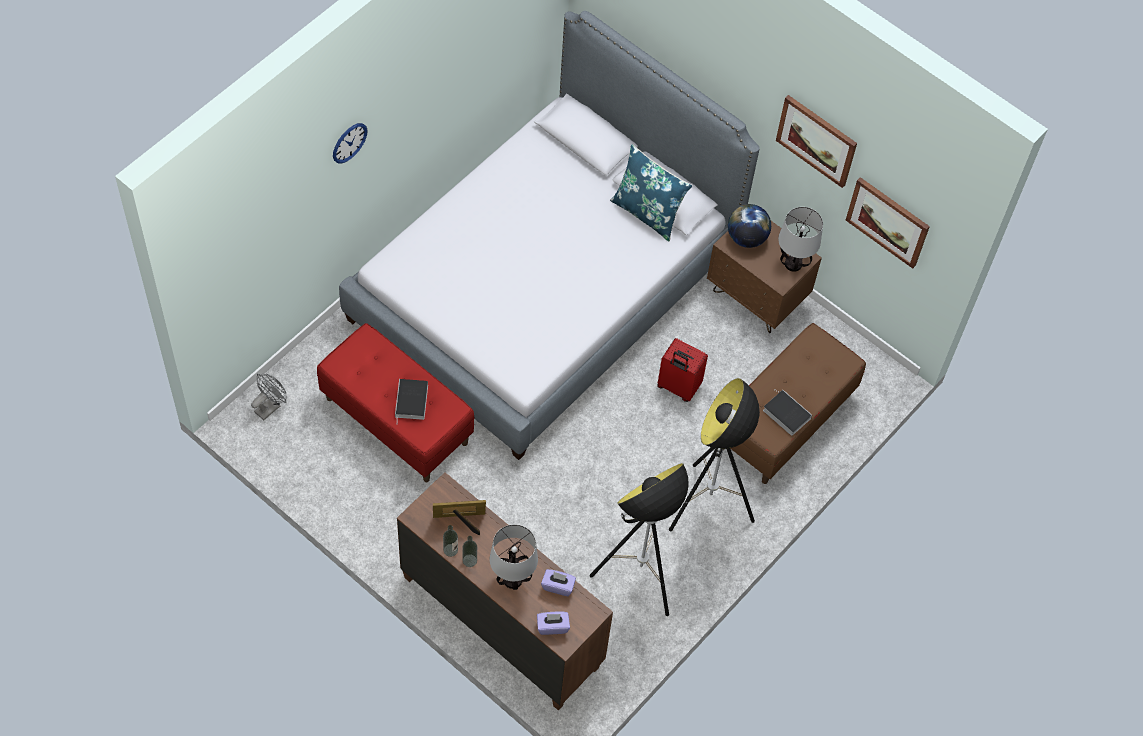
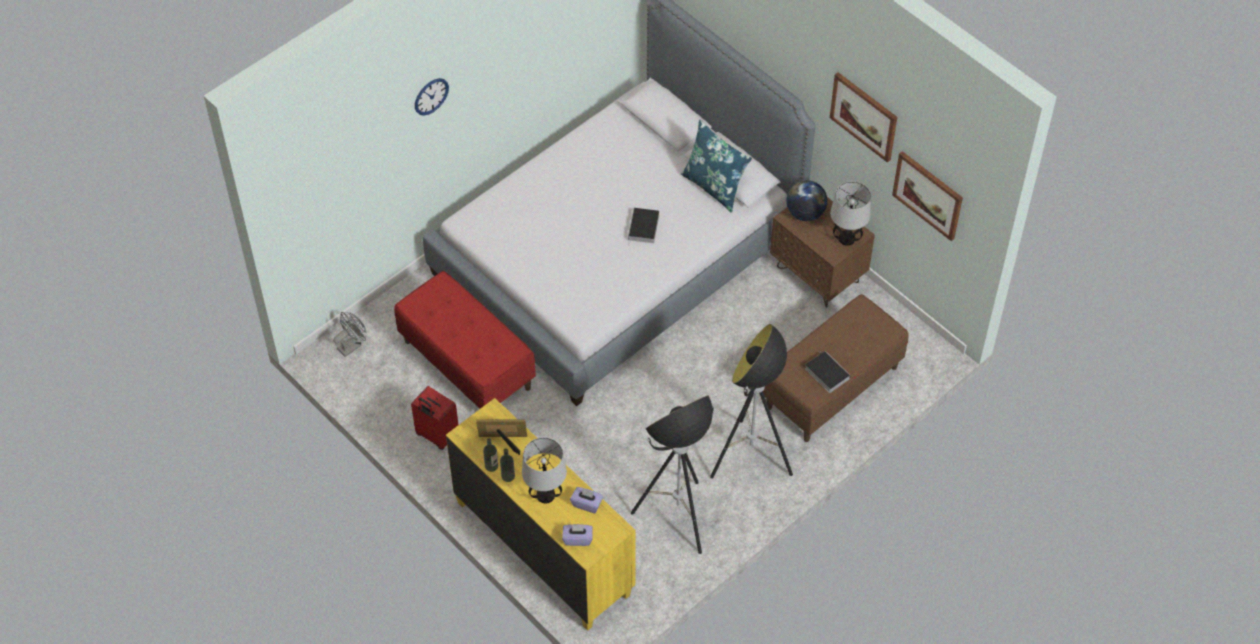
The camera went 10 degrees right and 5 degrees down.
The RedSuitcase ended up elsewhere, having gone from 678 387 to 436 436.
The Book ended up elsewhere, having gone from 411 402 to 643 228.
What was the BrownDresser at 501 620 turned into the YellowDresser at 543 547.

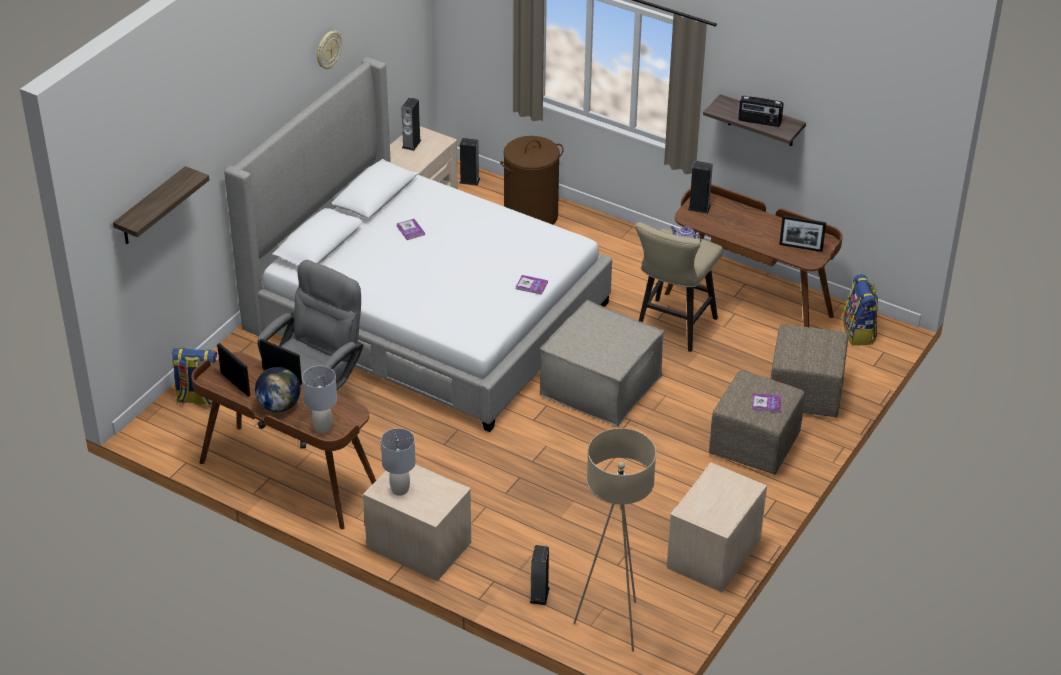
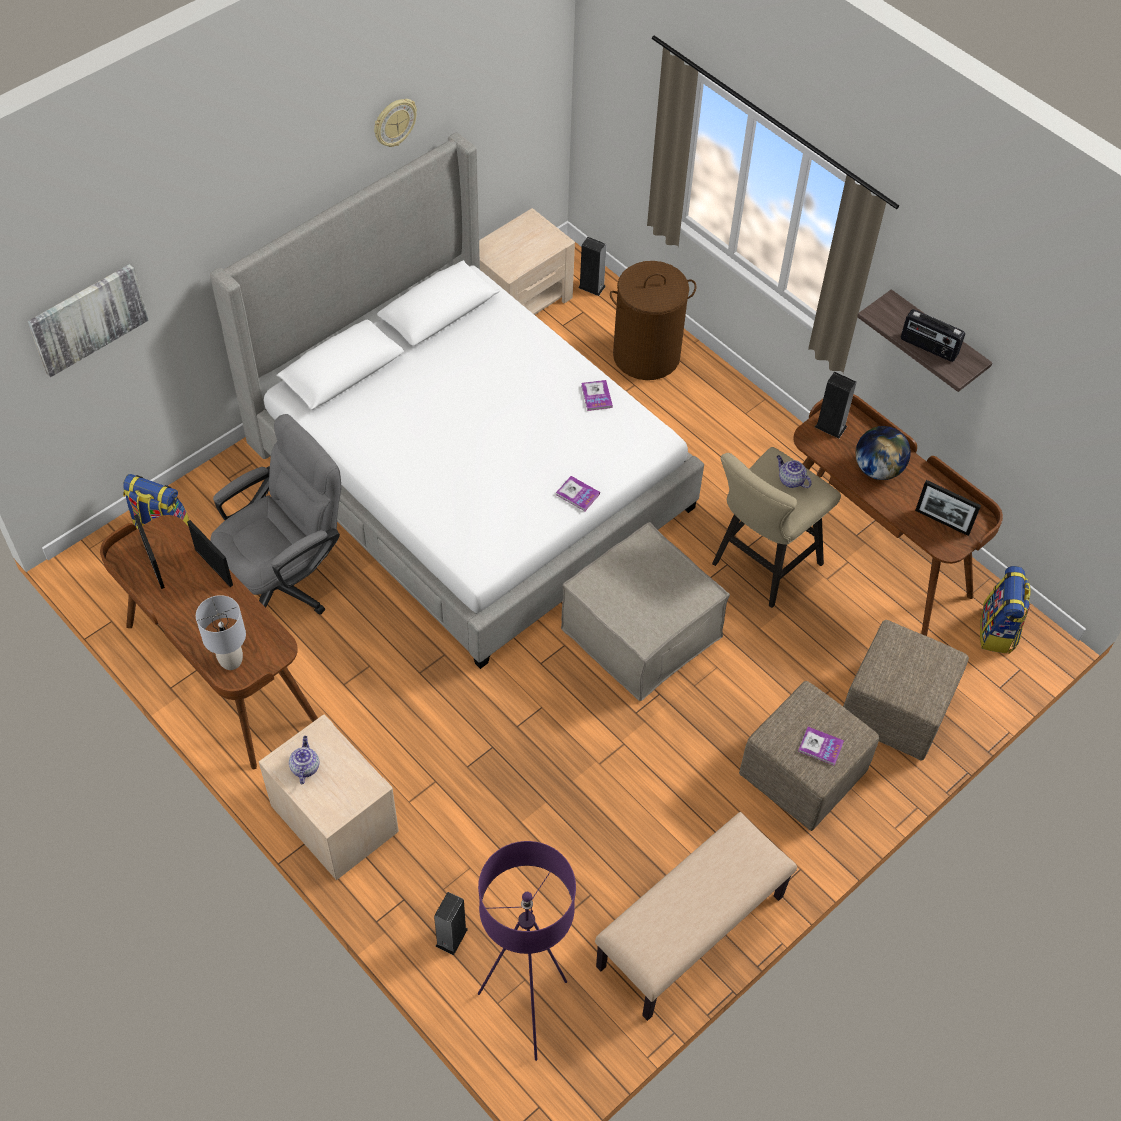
The camera went 15 degrees right and 15 degrees up.
The second view lost the Speaker at 411 144.
Where the Shelf hung at 151 207, the Picture came to hang at 88 318.
The Book ended up elsewhere, having gone from 410 230 to 596 396.
The Globe ended up elsewhere, having gone from 279 406 to 877 469.
Where the GreyTableLamp stood at 399 489, the Teapot came to stand at 305 767.
What was the BeigeFloorLamp at 612 625 turned into the PurpleFloorLamp at 525 1010.
Where the BeigeNightstand stood at 713 554, the BeigeBench came to stand at 691 933.

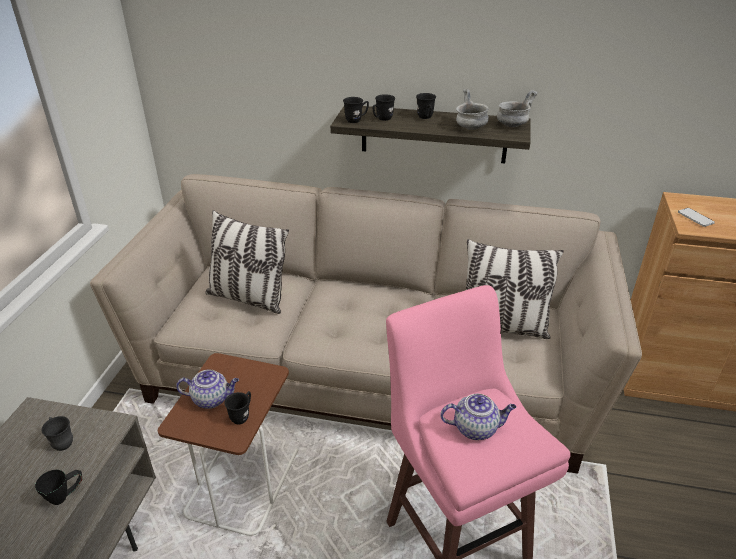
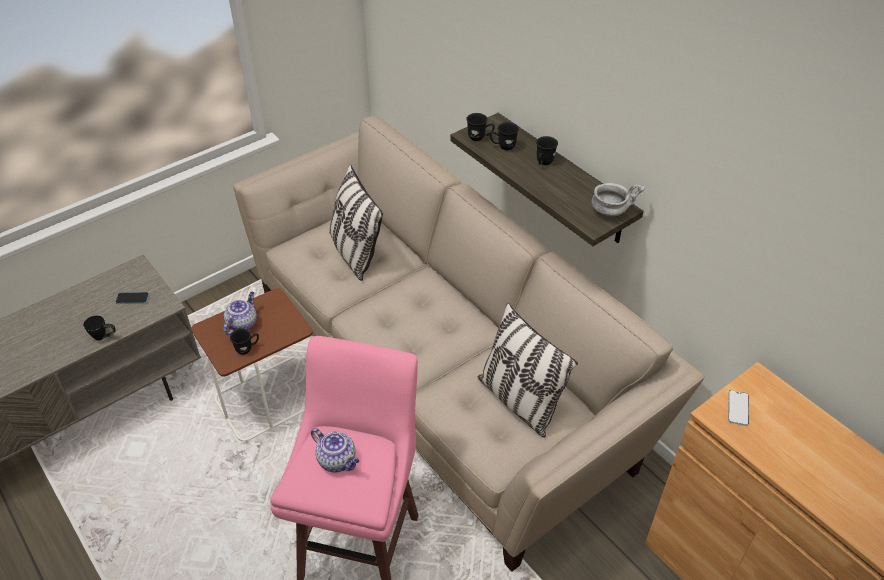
The camera went 40 degrees right and 10 degrees up.
The second view lost the GreyBowl at 470 127.
The Teapot at 212 399 ended up facing another way, 105 degrees counterclockwise from before.
Where the GreyMug stood at 61 441, the Phone came to stand at 132 299.

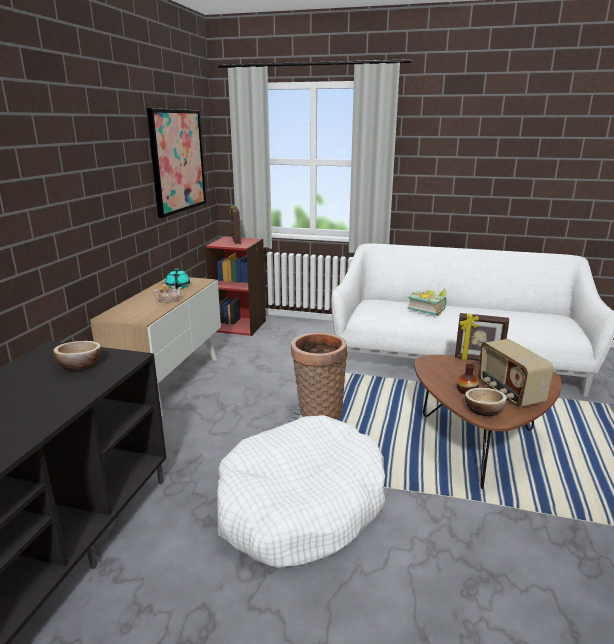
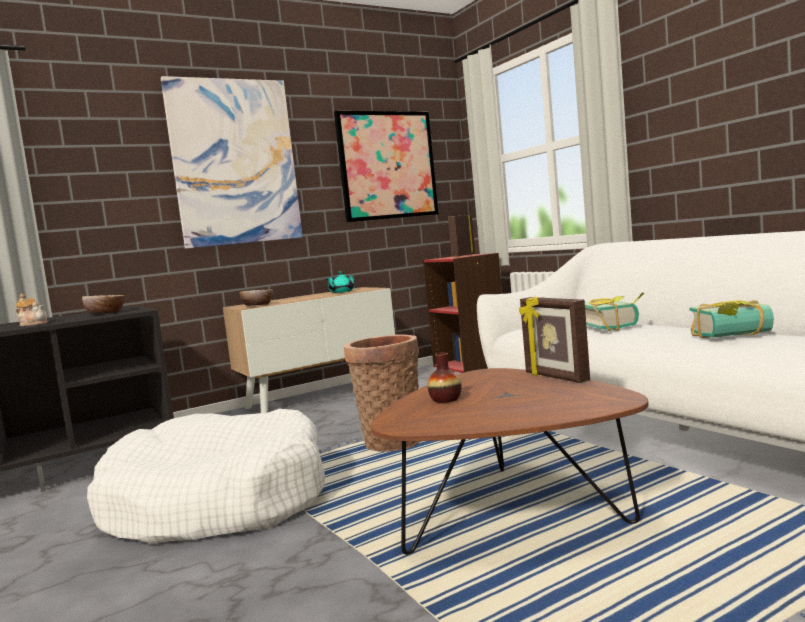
The camera went 45 degrees right and 15 degrees down.
The Teapot ended up elsewhere, having gone from 168 300 to 34 324.
The second view lost the Radio at 508 393.
The Bowl ended up elsewhere, having gone from 483 411 to 257 305.
The second view gained the Picture at 234 162.
The second view gained the Book at 735 336.

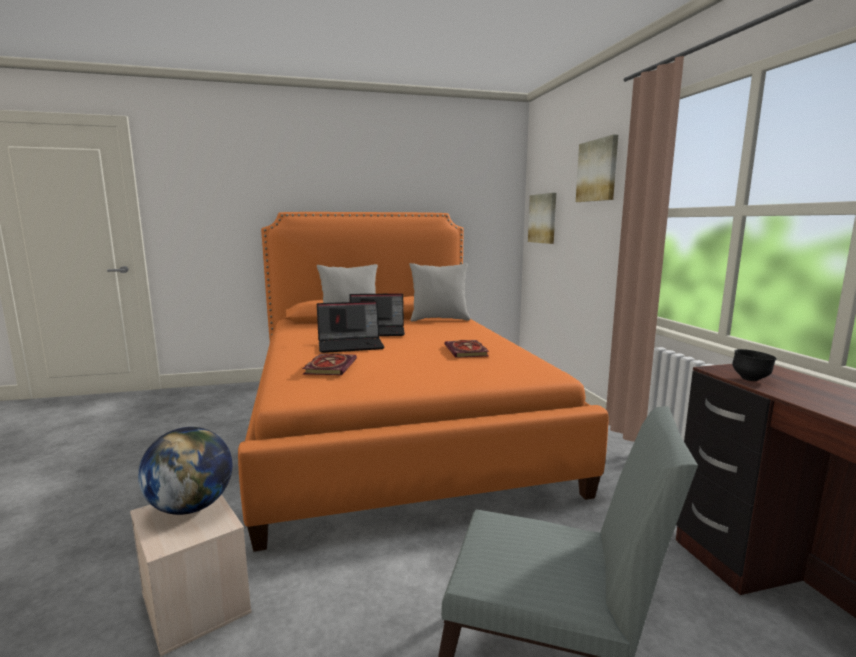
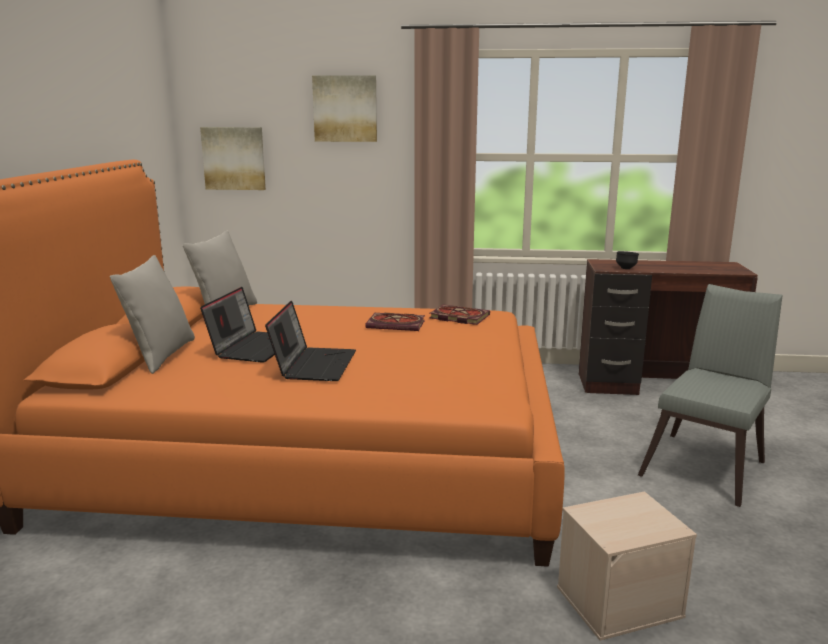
The camera went 70 degrees left and 5 degrees up.
The Book ended up elsewhere, having gone from 330 366 to 457 317.
The second view lost the Globe at 191 507.

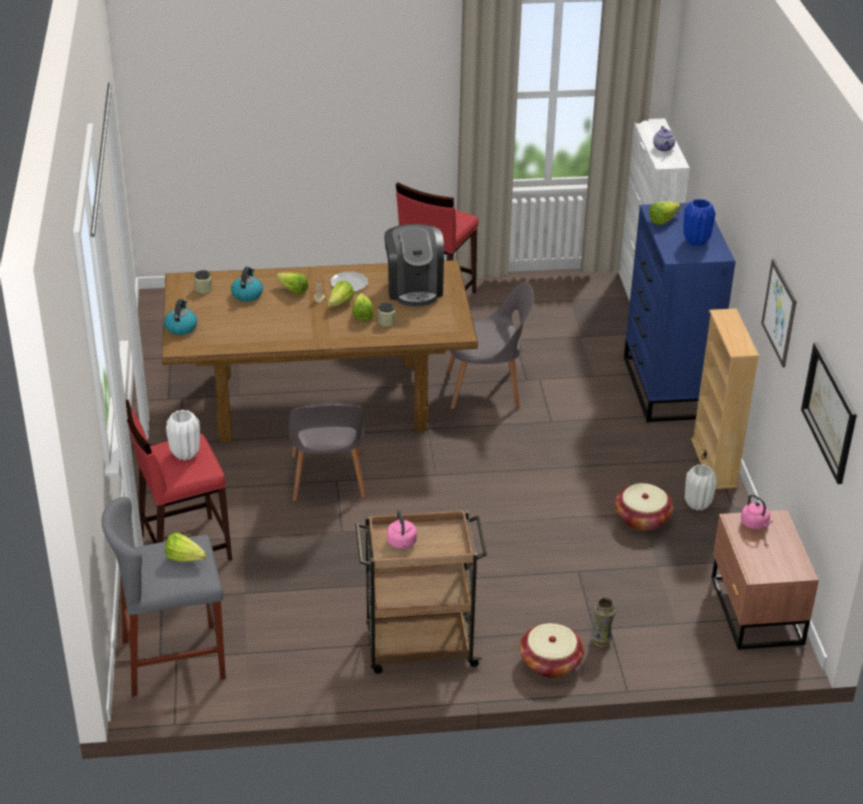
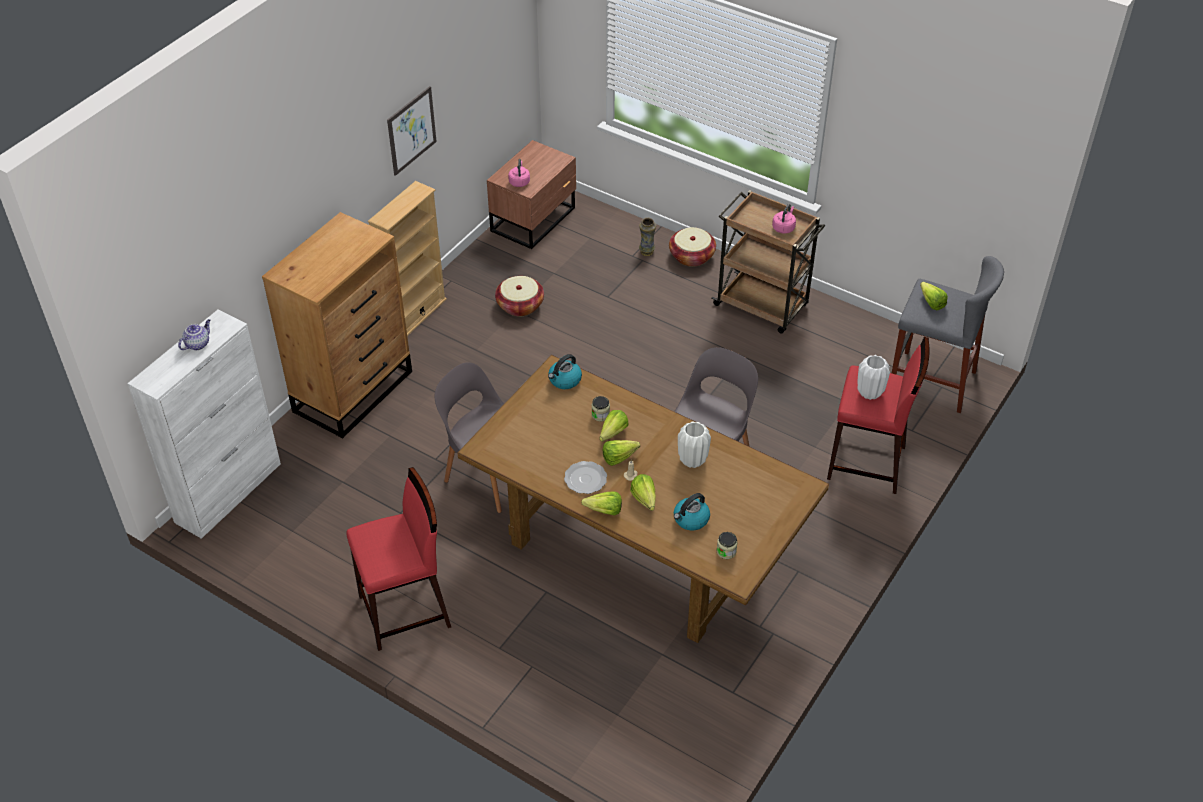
The camera went 140 degrees left and 10 degrees up.
The second view lost the BlueVase at 696 241.
The Lettuce ended up elsewhere, having gone from 665 220 to 601 510.
What was the BlueDresser at 666 388 turned into the BrownDresser at 354 391.
The second view lost the CoffeeMachine at 414 288.
The Kettle ended up elsewhere, having gone from 181 327 to 564 380.
The second view lost the Picture at 830 412.
The WhiteVase ended up elsewhere, having gone from 697 504 to 693 460.

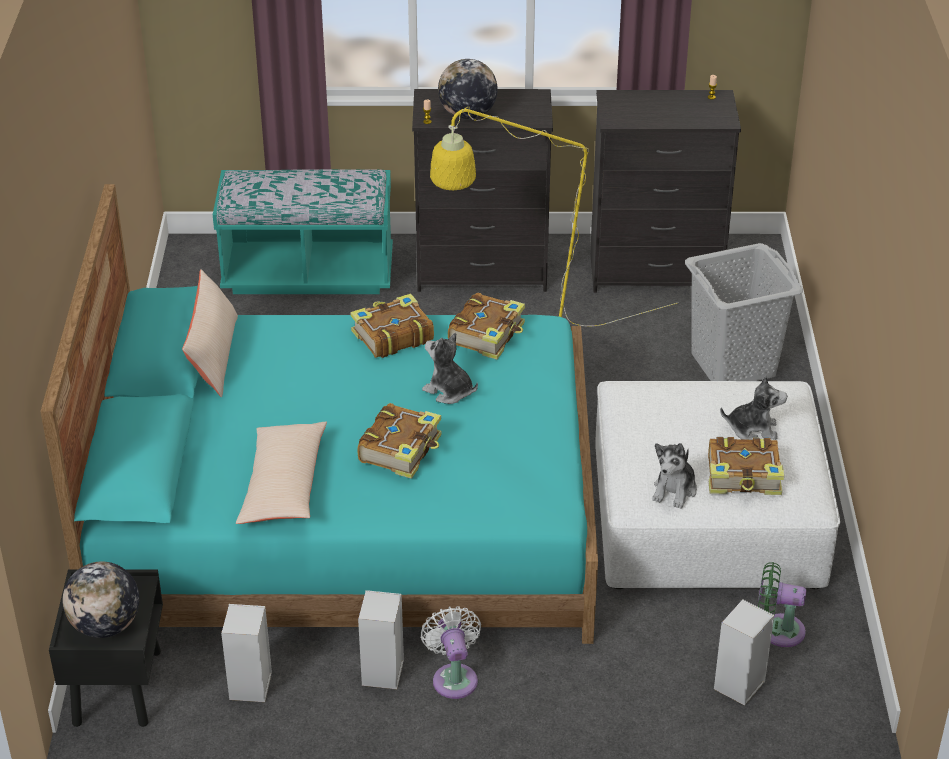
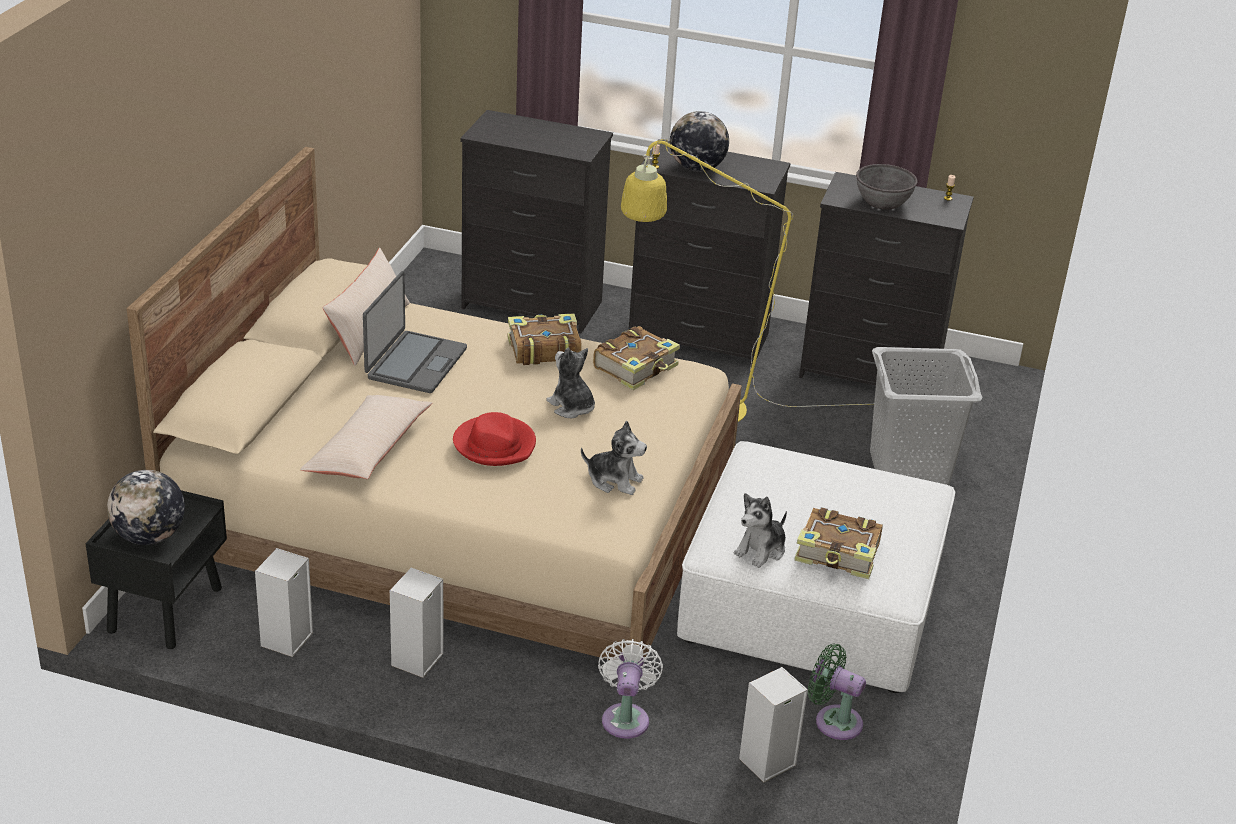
The camera went 15 degrees right and 5 degrees down.
Where the TurquoiseBench stood at 308 274, the BlackDresser came to stand at 533 306.
What was the TurquoiseBed at 346 515 turned into the BeigeBed at 458 514.
The PlushToy ended up elsewhere, having gone from 752 429 to 614 480.
Where the Book stood at 401 449, the RedHat came to stand at 495 444.
The WhiteFan ended up elsewhere, having gone from 454 677 to 626 717.
The second view gained the GreyBowl at 882 202.
The second view gained the Laptop at 415 363.

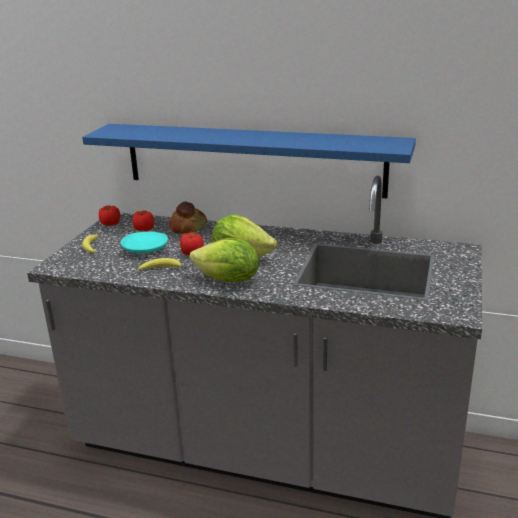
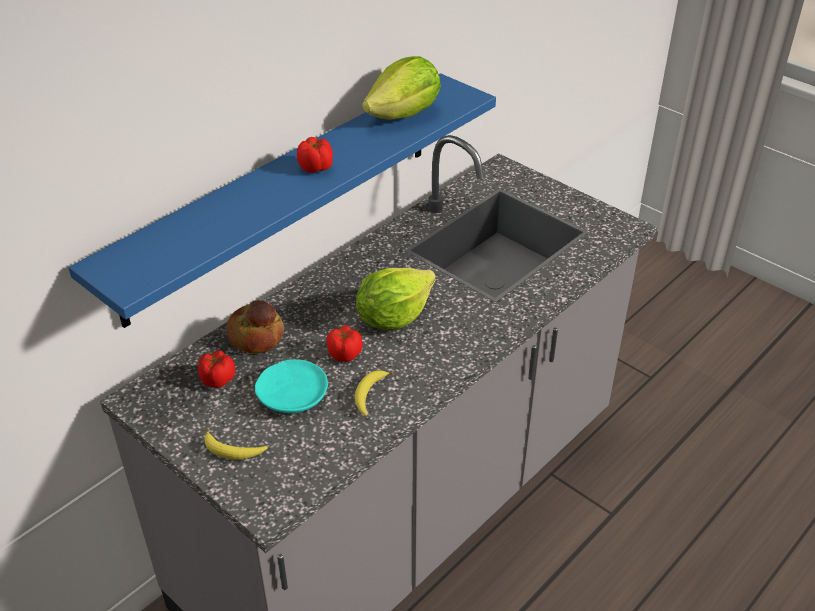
The camera went 65 degrees left and 15 degrees up.
The Tomato ended up elsewhere, having gone from 110 224 to 316 168.
The Lettuce ended up elsewhere, having gone from 228 280 to 405 115.

